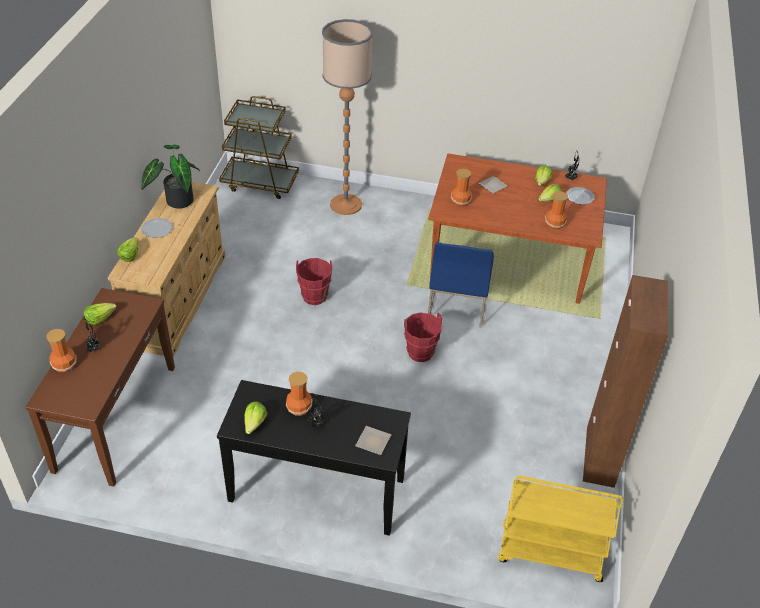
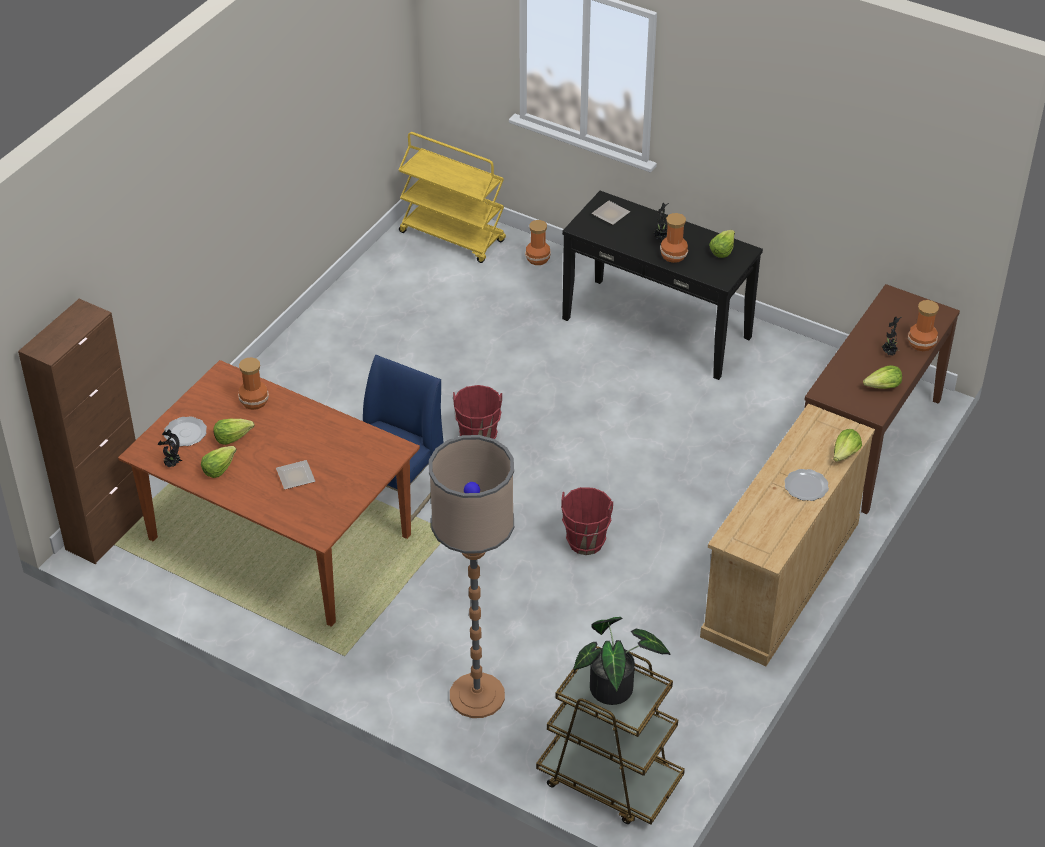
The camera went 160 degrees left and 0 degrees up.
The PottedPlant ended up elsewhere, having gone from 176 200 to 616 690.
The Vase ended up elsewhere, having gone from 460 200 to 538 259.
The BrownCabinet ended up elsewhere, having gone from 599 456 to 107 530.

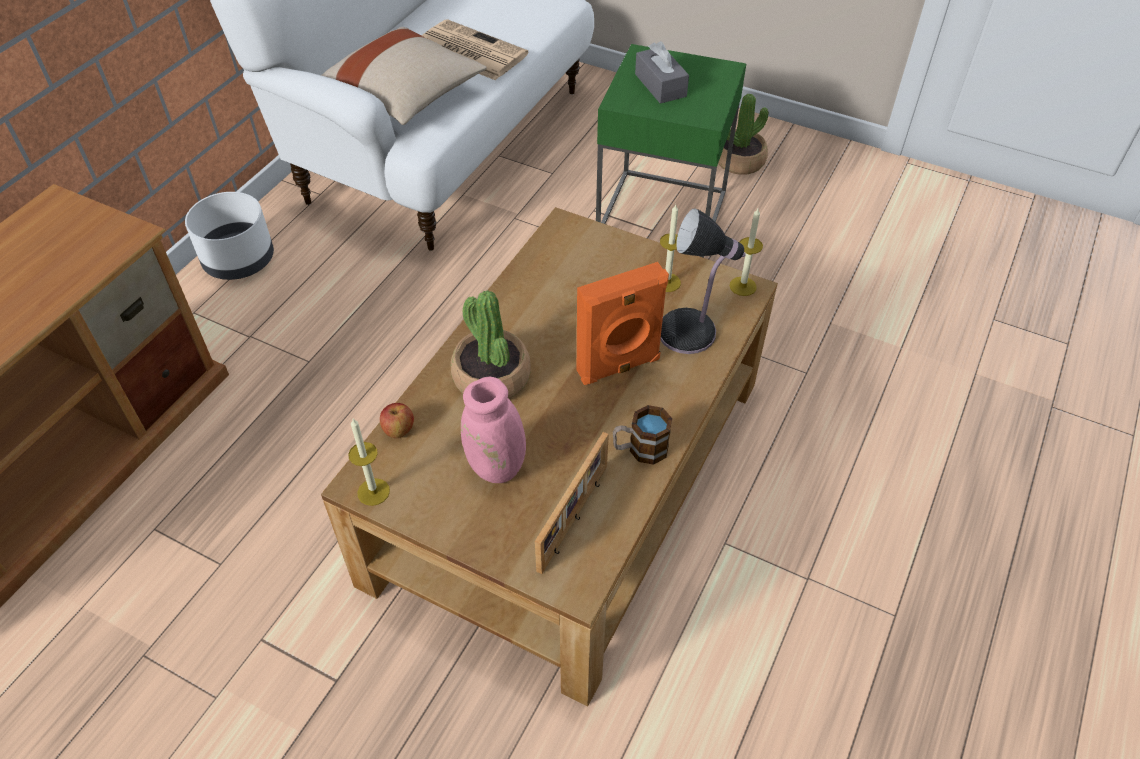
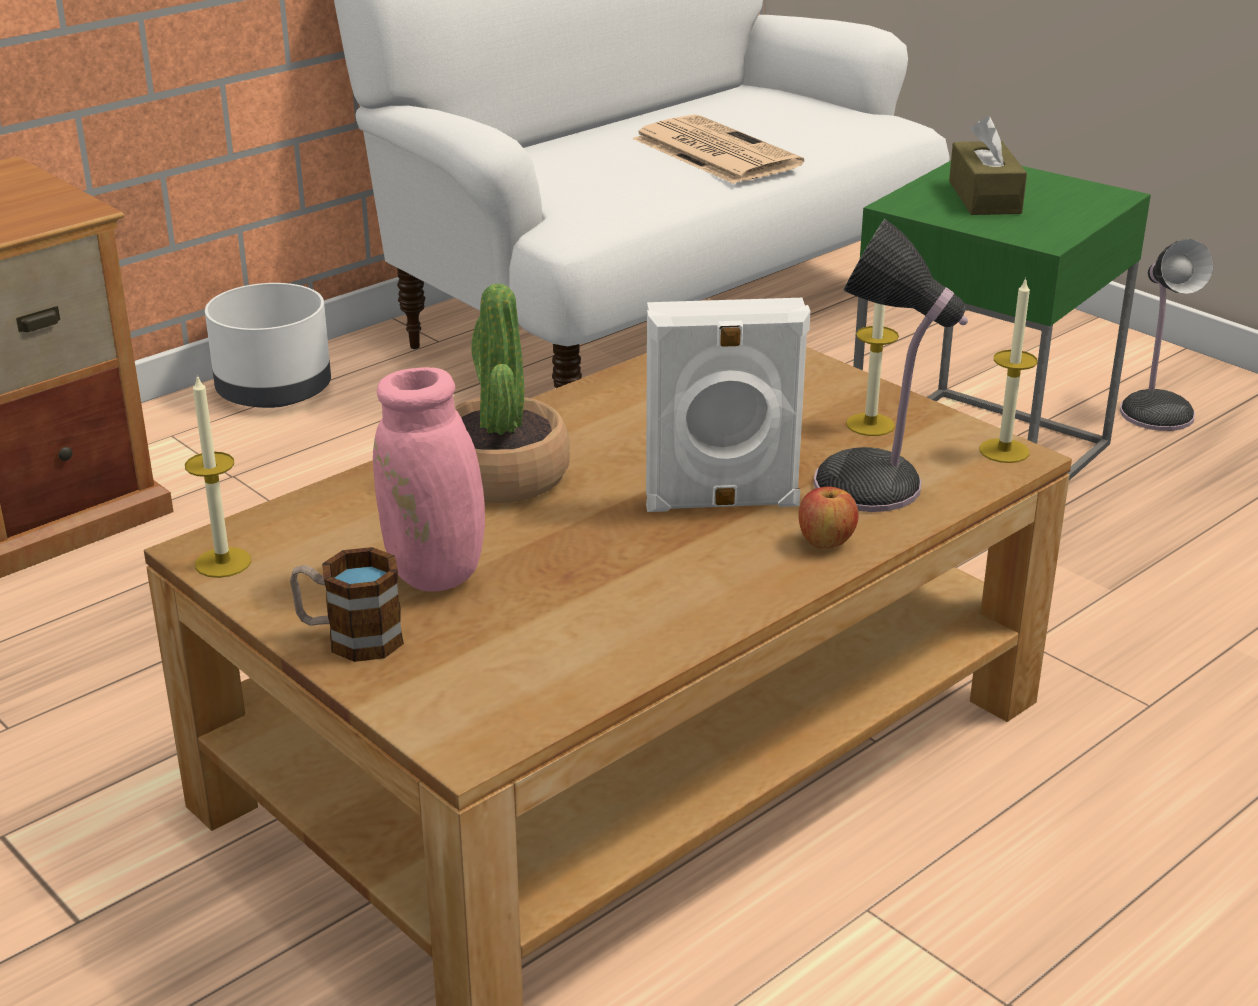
The camera went 20 degrees right and 20 degrees down.
The second view lost the BeigePillow at 405 96.
What was the GreyTissueBox at 660 85 turned into the BrownTissueBox at 984 197.
Where the PottedPlant stood at 739 161, the TableLamp came to stand at 1155 411.
What was the OrangeSpeaker at 619 367 turned into the WhiteSpeaker at 722 503.
The Apple ended up elsewhere, having gone from 398 430 to 825 542.
The Mug ended up elsewhere, having gone from 640 449 to 349 638.
The second view lost the PictureFrame at 575 517.

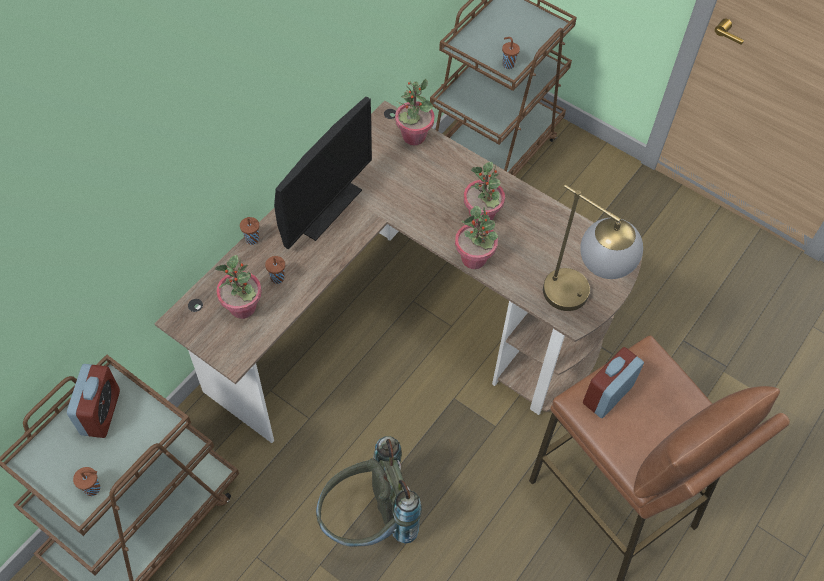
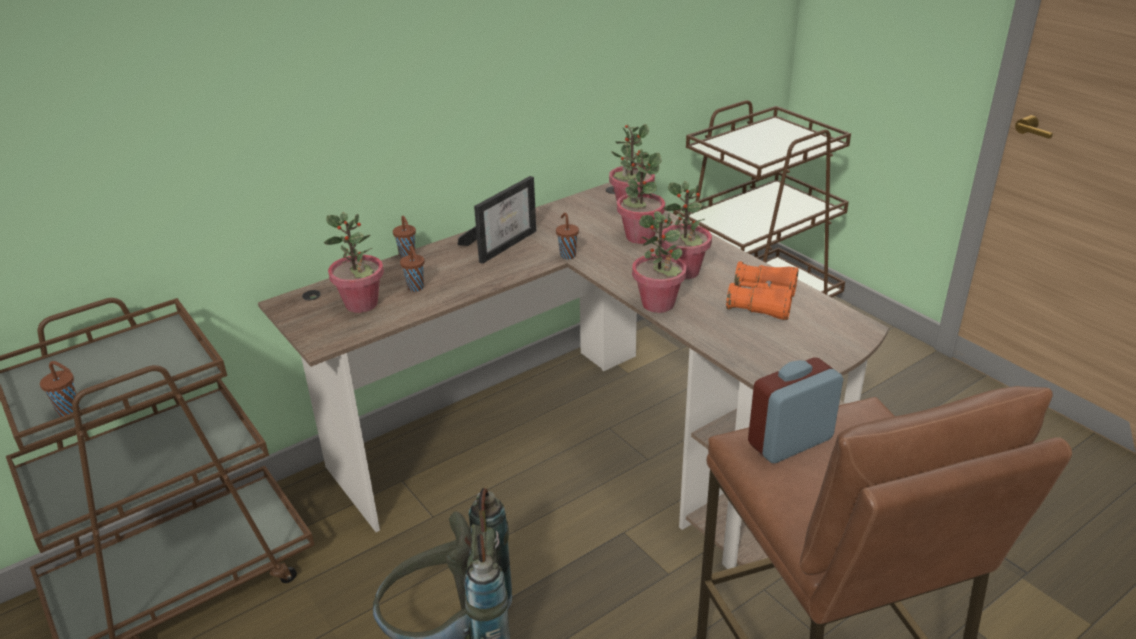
The camera went 20 degrees right and 25 degrees down.
The BrownCup ended up elsewhere, having gone from 507 64 to 567 255.
Where the Monitor stood at 325 207, the PictureFrame came to stand at 503 243.
The second view lost the TableLamp at 580 300.
The second view lost the AlarmClock at 101 413.
The second view gained the PottedPlant at 639 236.
The second view gained the OrangeBinoculars at 762 302.

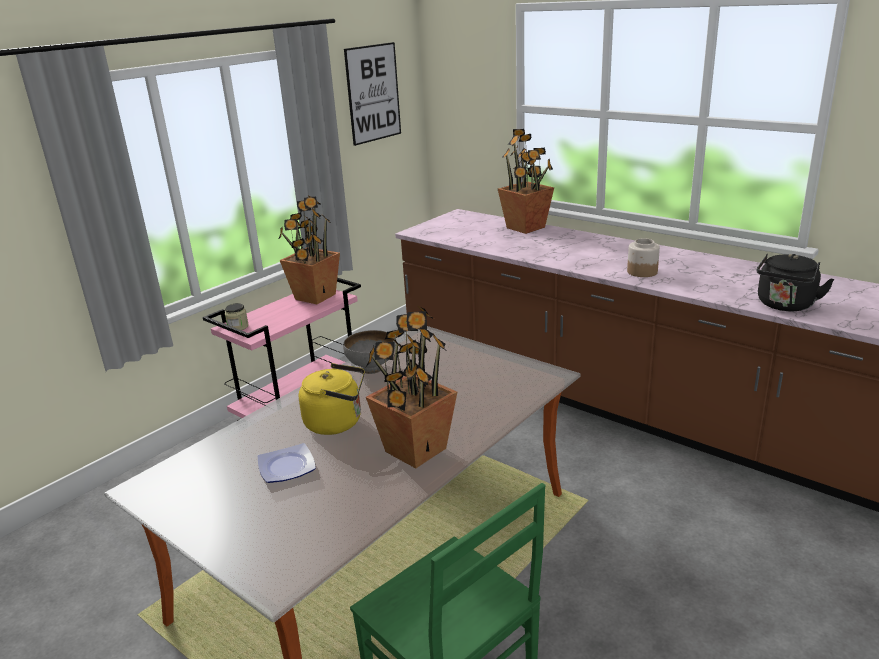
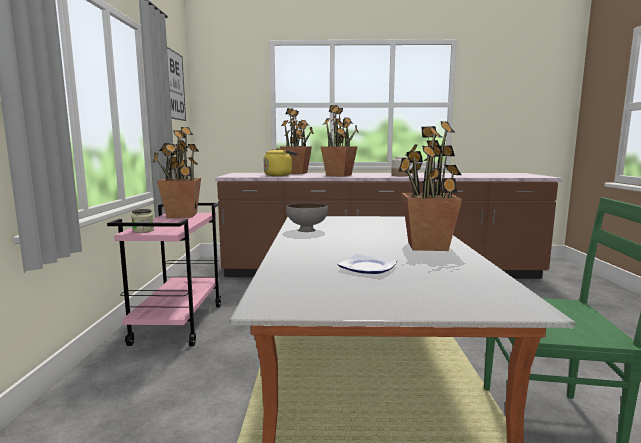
The camera went 40 degrees left and 15 degrees down.
The second view lost the BlackKettle at 785 306.
The YellowKettle ended up elsewhere, having gone from 337 422 to 279 175.
The second view gained the PottedPlant at 339 175.

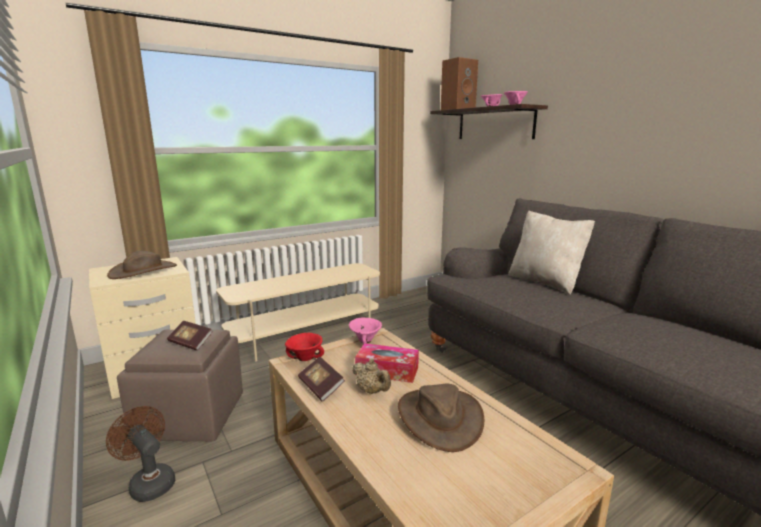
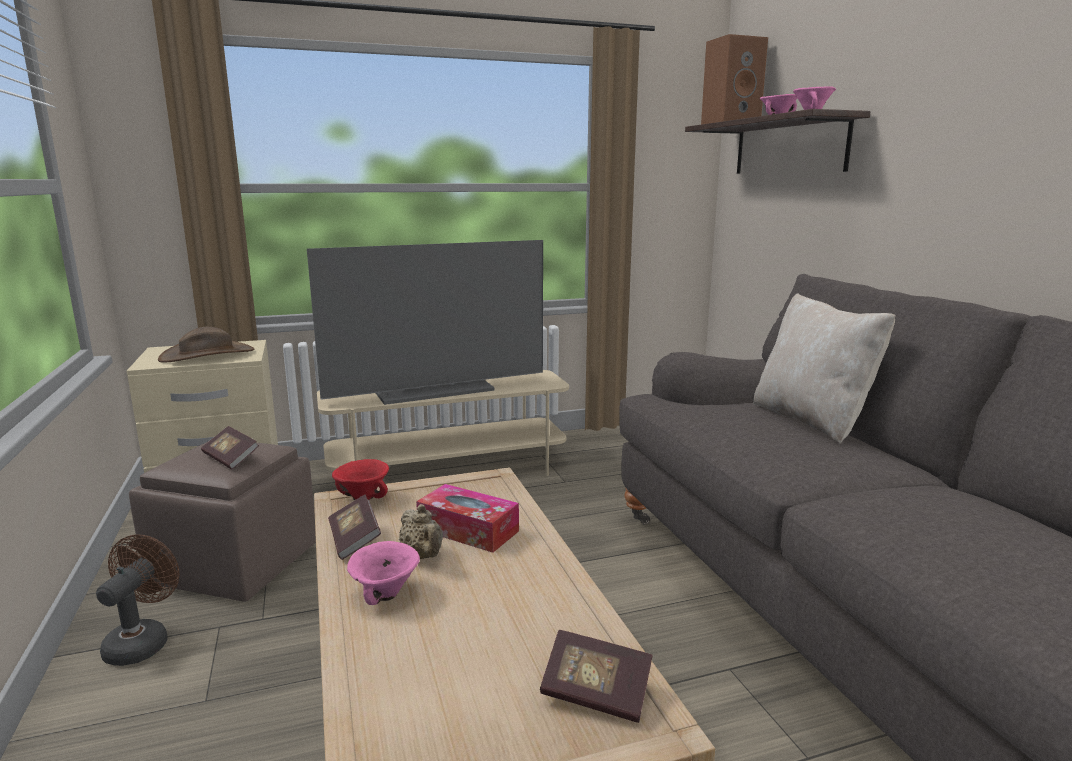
The camera went 15 degrees right and 0 degrees up.
The PinkBowl ended up elsewhere, having gone from 365 341 to 386 593.
The second view lost the BrownHat at 439 417.
The BrownFan at 149 482 ended up facing another way, 45 degrees clockwise from before.
The second view gained the Television at 434 389.
The second view gained the Book at 596 693.

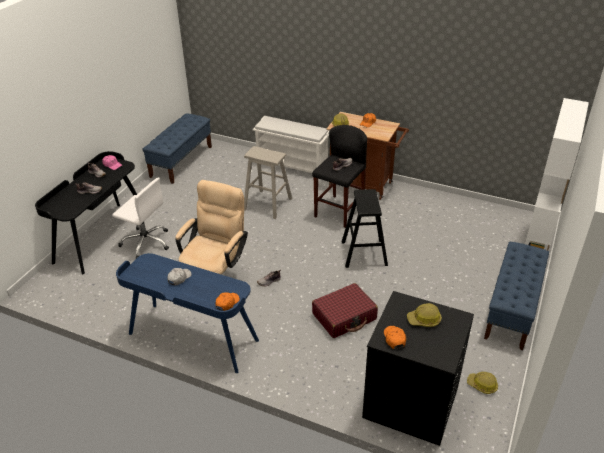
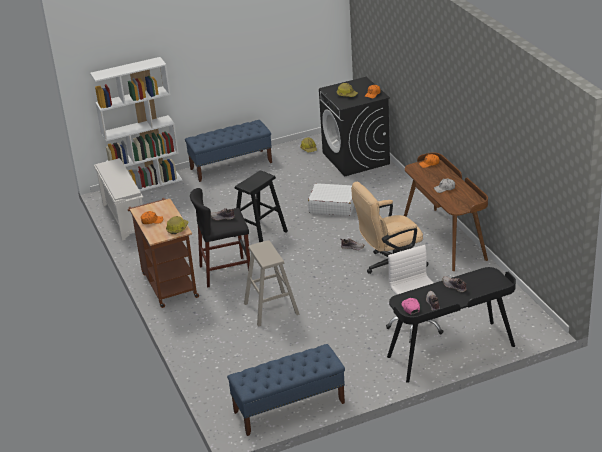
The camera went 135 degrees left and 5 degrees down.
The WhiteShoeRack ended up elsewhere, having gone from 293 164 to 123 218.
What was the BlueDesk at 192 338 turned into the BrownDesk at 445 238.
What was the RedSuitcase at 344 317 turned into the WhiteSuitcase at 332 206.

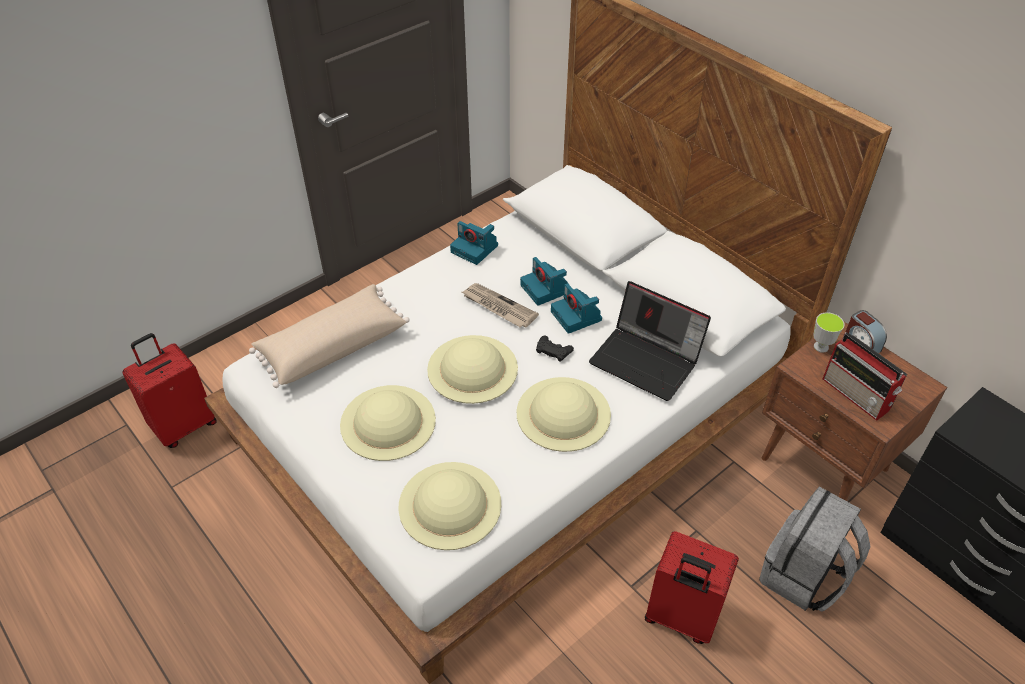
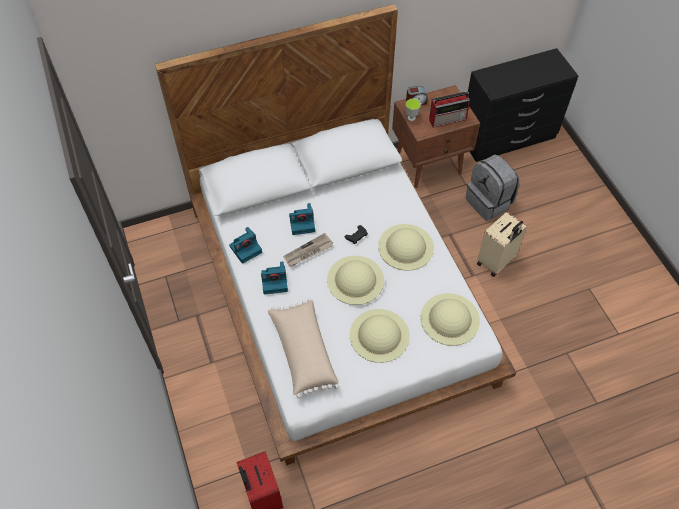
The camera went 70 degrees left and 10 degrees up.
The second view lost the Laptop at 647 360.
The PhotoCamera ended up elsewhere, having gone from 577 316 to 275 281.
What was the RedSuitcase at 680 618 turned into the BeigeSuitcase at 496 262.

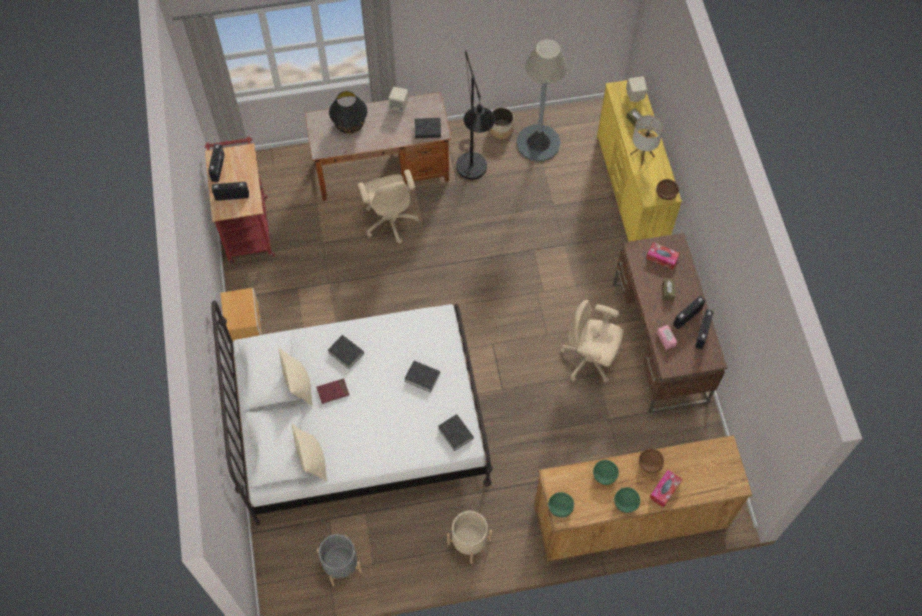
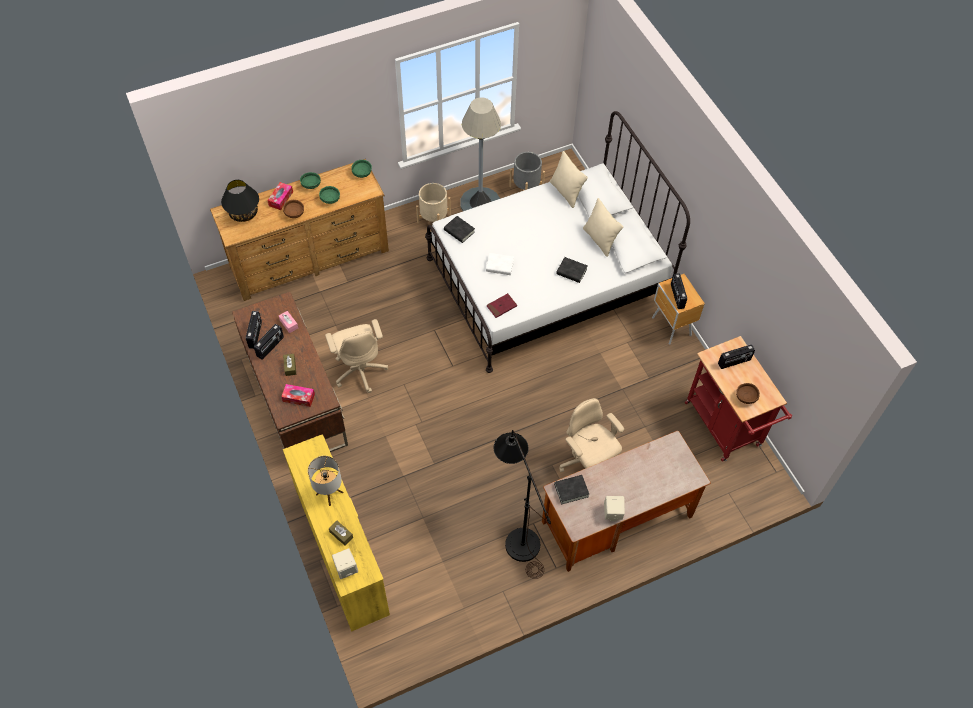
The camera went 165 degrees right and 5 degrees down.
The GreyFloorLamp ended up elsewhere, having gone from 538 143 to 480 203.
The BlackTableLamp ended up elsewhere, having gone from 349 124 to 244 213.
The second view lost the Planter at 501 129.
The Radio ended up elsewhere, having gone from 218 168 to 676 296.
The BrownBowl ended up elsewhere, having gone from 666 194 to 745 397.
The BeigeOfficeChair at 590 360 ended up facing another way, 60 degrees clockwise from before.
What was the BlackBook at 422 377 turned into the WhiteBook at 500 266.
The RedBook ended up elsewhere, having gone from 333 391 to 501 306.

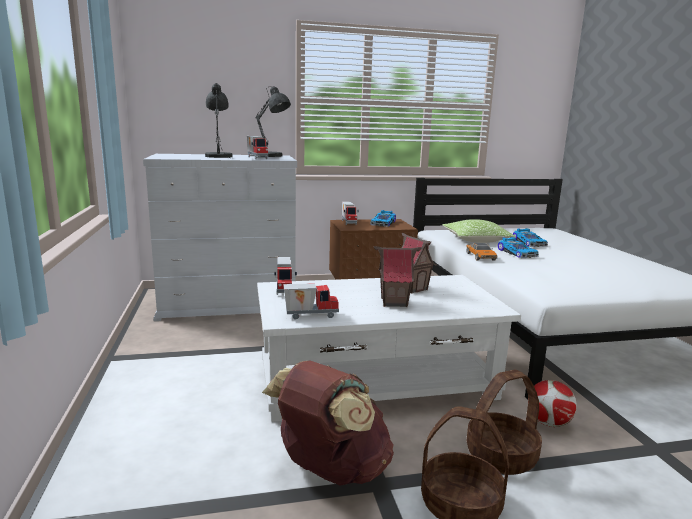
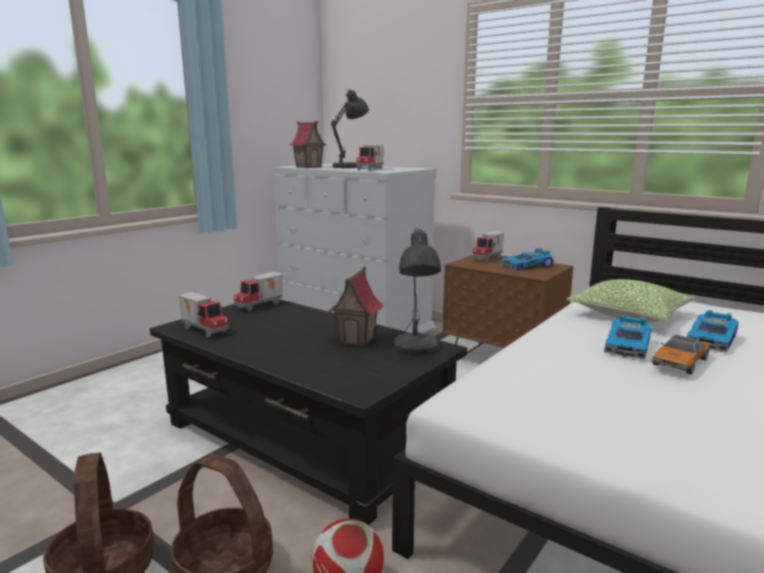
The camera went 50 degrees right and 0 degrees up.
The GreyTableLamp ended up elsewhere, having gone from 271 156 to 415 348.
The ToyCar ended up elsewhere, having gone from 480 257 to 679 362.
The ToyHouse ended up elsewhere, having gone from 394 302 to 309 167.
What was the WhiteCoffeeTable at 377 380 turned into the BlackCoffeeTable at 305 438.
The second view lost the BrownBackpack at 330 470.

